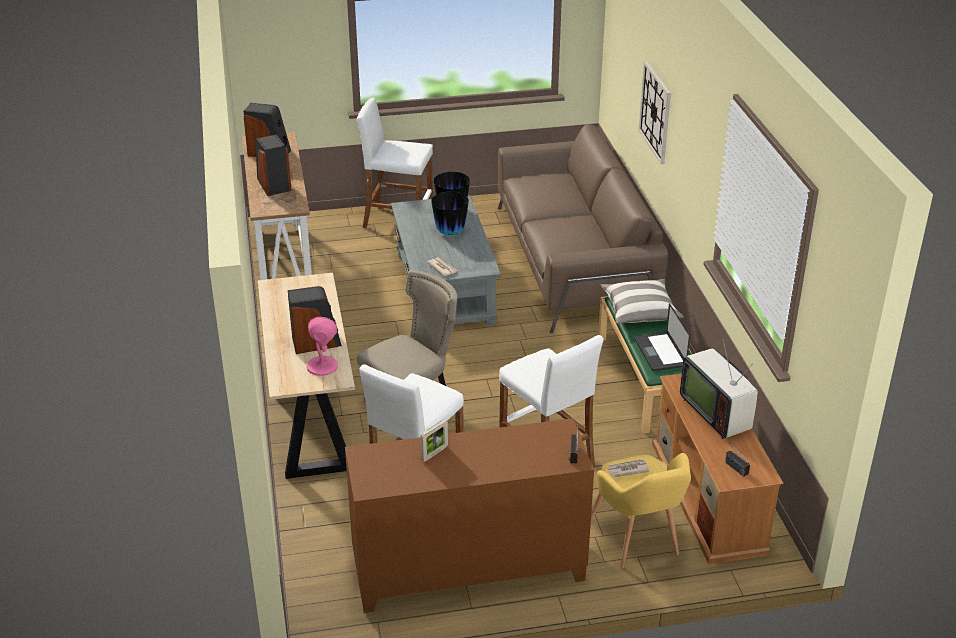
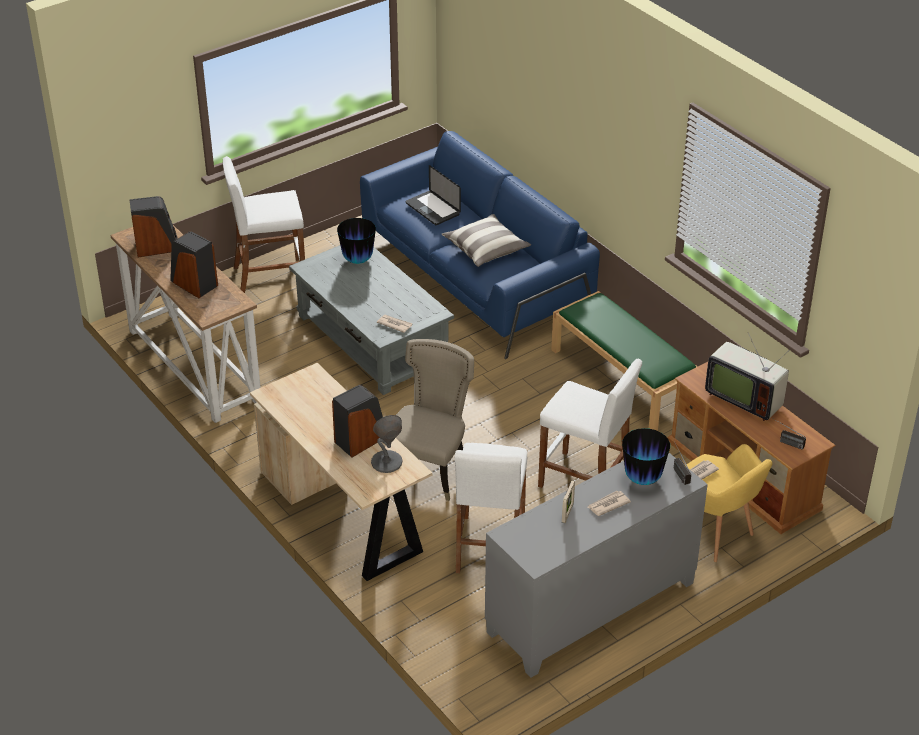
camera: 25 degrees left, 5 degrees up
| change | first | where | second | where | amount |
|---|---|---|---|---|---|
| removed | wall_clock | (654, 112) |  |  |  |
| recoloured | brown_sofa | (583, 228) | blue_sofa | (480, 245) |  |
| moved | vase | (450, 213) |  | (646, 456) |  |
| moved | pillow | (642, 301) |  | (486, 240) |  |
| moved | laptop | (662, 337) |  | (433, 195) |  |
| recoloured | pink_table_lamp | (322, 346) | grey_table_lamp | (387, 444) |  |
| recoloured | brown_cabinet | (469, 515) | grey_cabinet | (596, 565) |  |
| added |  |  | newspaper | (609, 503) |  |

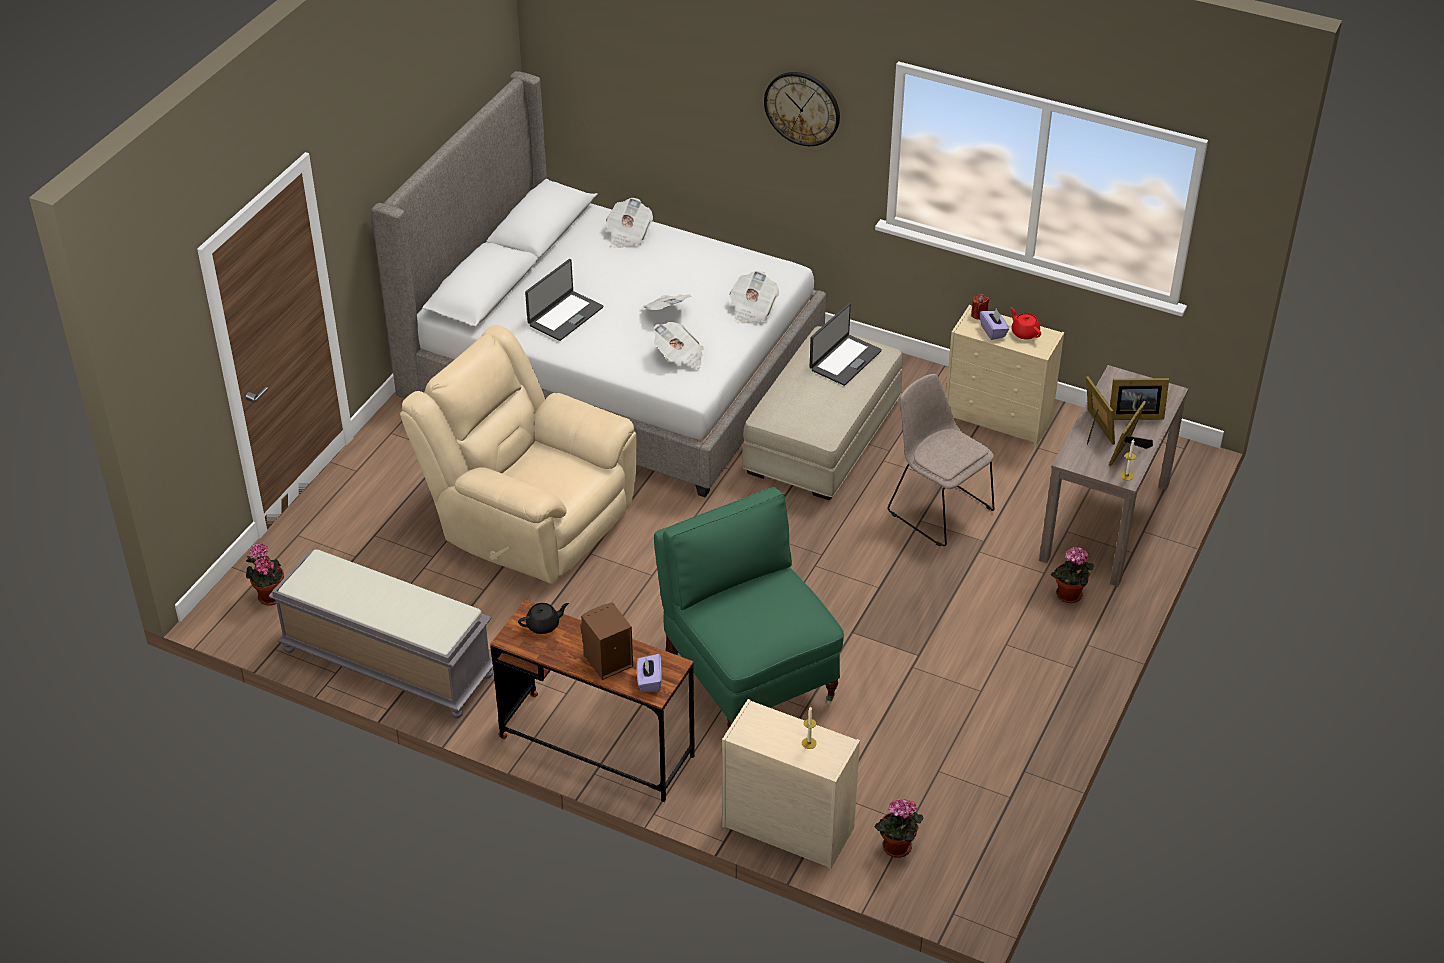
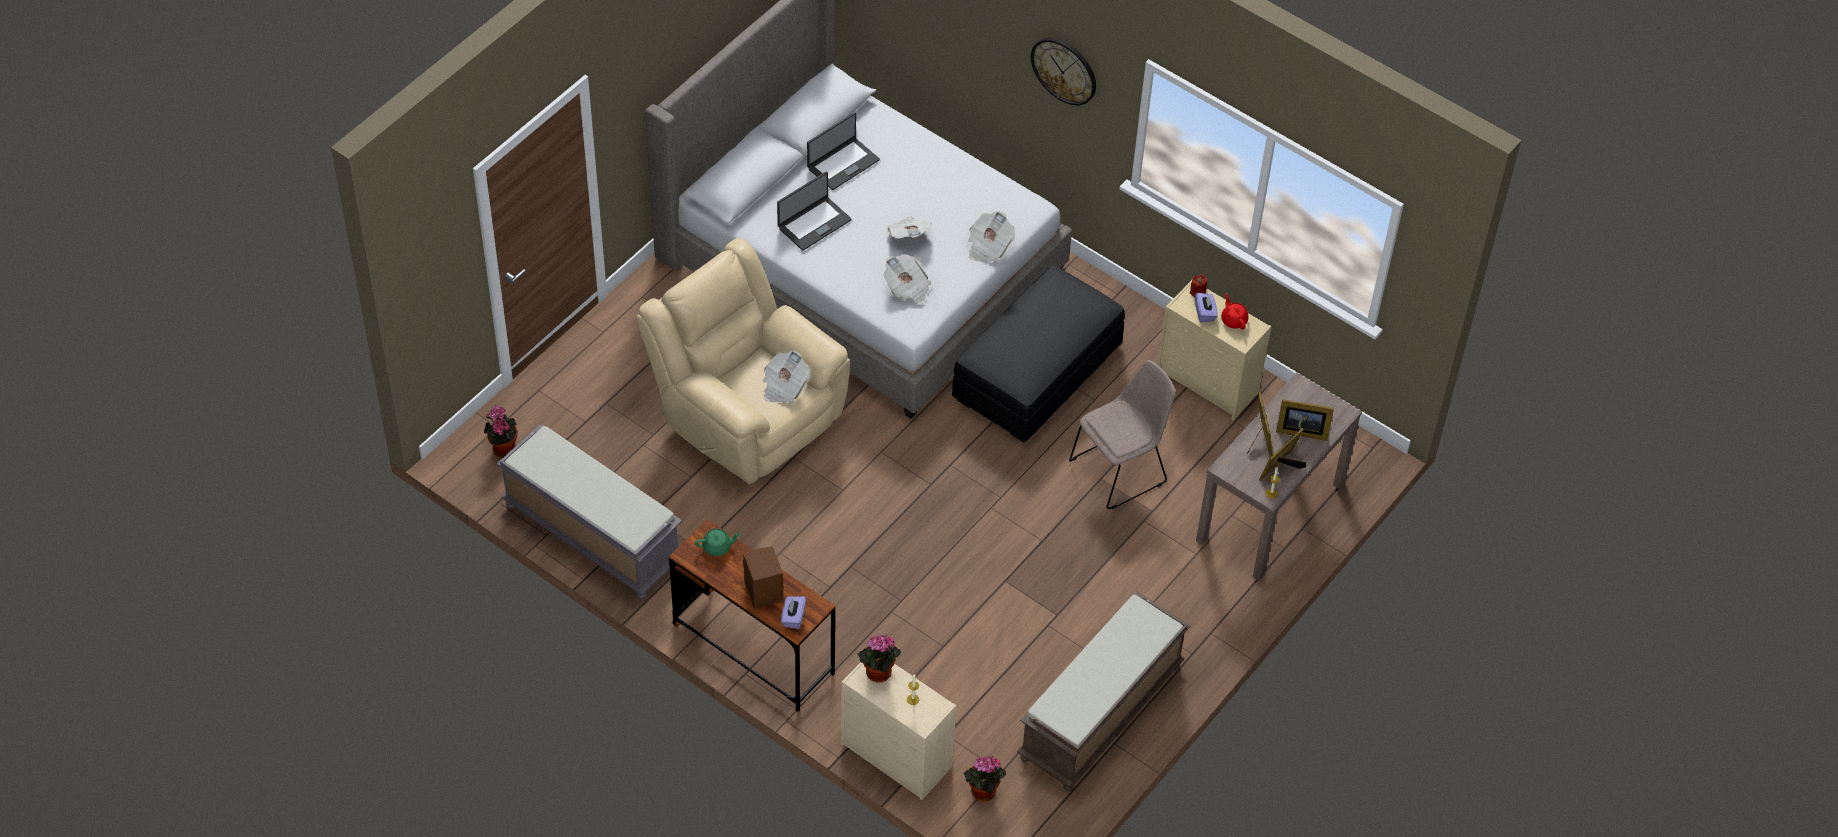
camera: 10 degrees right, 10 degrees up
| change | first | where | second | where | amount |
|---|---|---|---|---|---|
| moved | newspaper | (629, 223) |  | (787, 377) |  |
| moved | laptop | (846, 344) |  | (843, 151) |  |
| recoloured | beige_ottoman | (822, 413) | black_ottoman | (1038, 354) |  |
| turned | beige_chair | (941, 460) |  | (1122, 434) | 90 degrees clockwise |
| removed | green_chair | (749, 607) |  |  |  |
| moved | potted_plant | (1072, 575) |  | (879, 659) |  |
| recoloured | black_teapot | (543, 618) | green_teapot | (718, 542) |  |
| added |  |  | brown_bench | (1103, 691) |  |

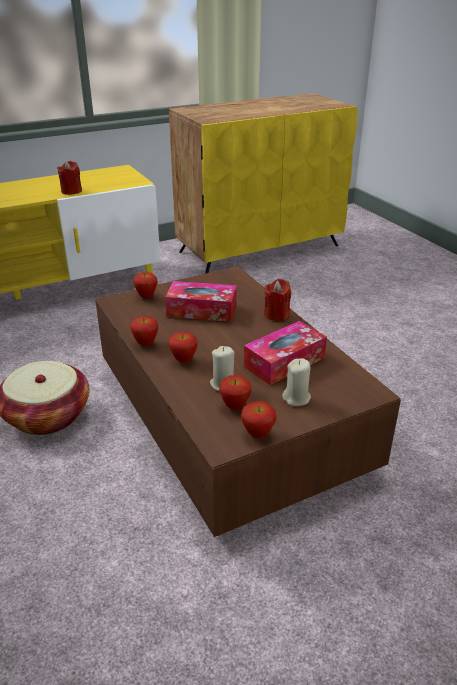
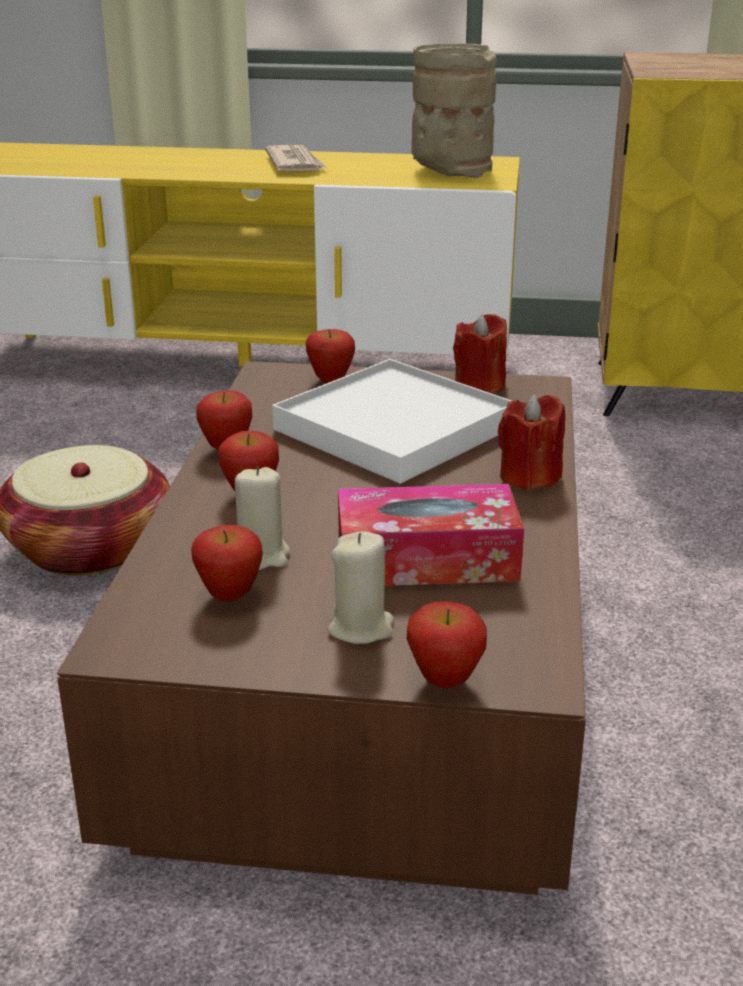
camera: 35 degrees right, 5 degrees down
| change | first | where | second | where | amount |
|---|---|---|---|---|---|
| moved | red_candle | (69, 178) |  | (480, 354) |  |
| replaced | tissue_box | (201, 301) | white_tray | (392, 421) |  |
| moved | apple | (258, 419) |  | (447, 644) |  |
| added |  |  | beige_vase | (454, 110) |  |
| added |  |  | newspaper | (296, 158) |  |

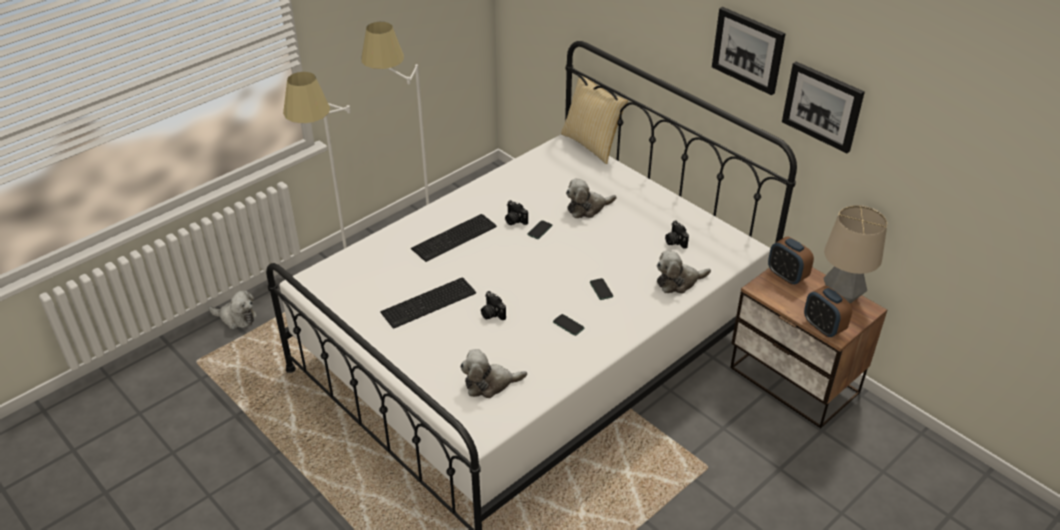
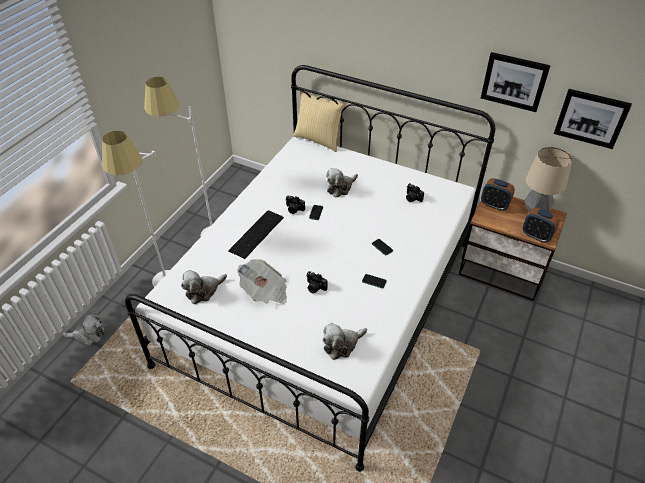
camera: 20 degrees left, 5 degrees up
| change | first | where | second | where | amount |
|---|---|---|---|---|---|
| moved | picture | (749, 51) |  | (593, 119) |  |
| moved | plush_toy | (684, 272) |  | (204, 287) |  |
| replaced | keyboard | (428, 303) | newspaper | (262, 281) |  |

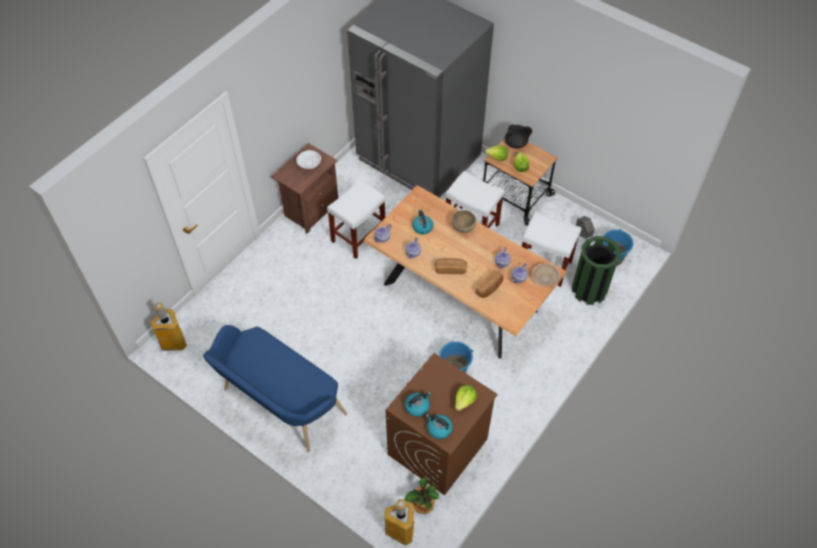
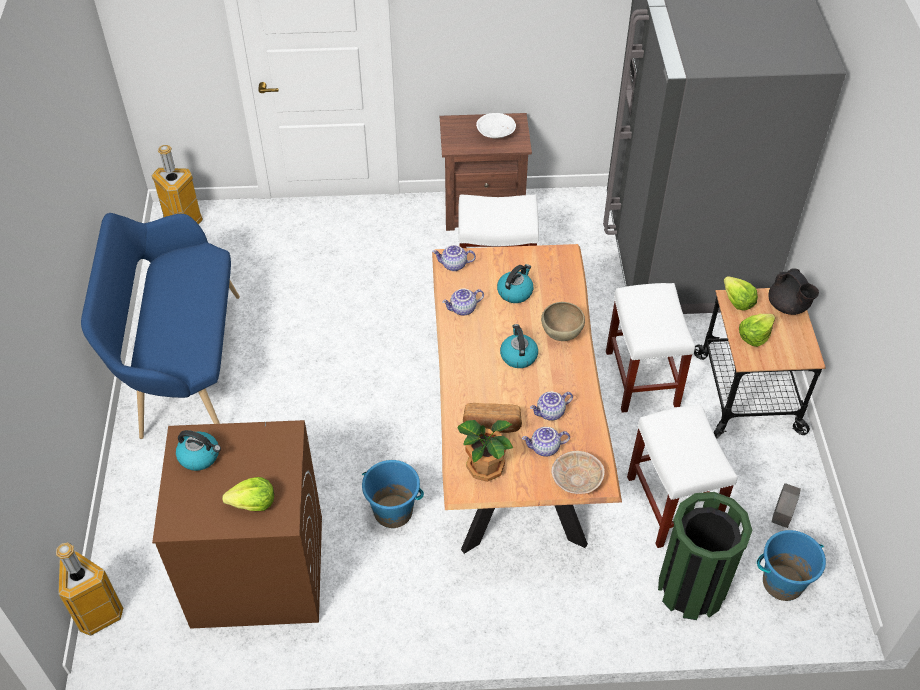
camera: 50 degrees right, 5 degrees down
| change | first | where | second | where | amount |
|---|---|---|---|---|---|
| removed | bread | (451, 266) |  |  |  |
| moved | kettle | (439, 426) |  | (519, 346) |  |
| moved | potted_plant | (421, 495) |  | (485, 451) |  |

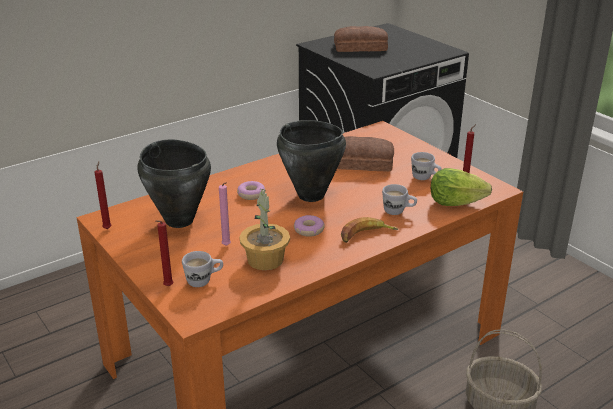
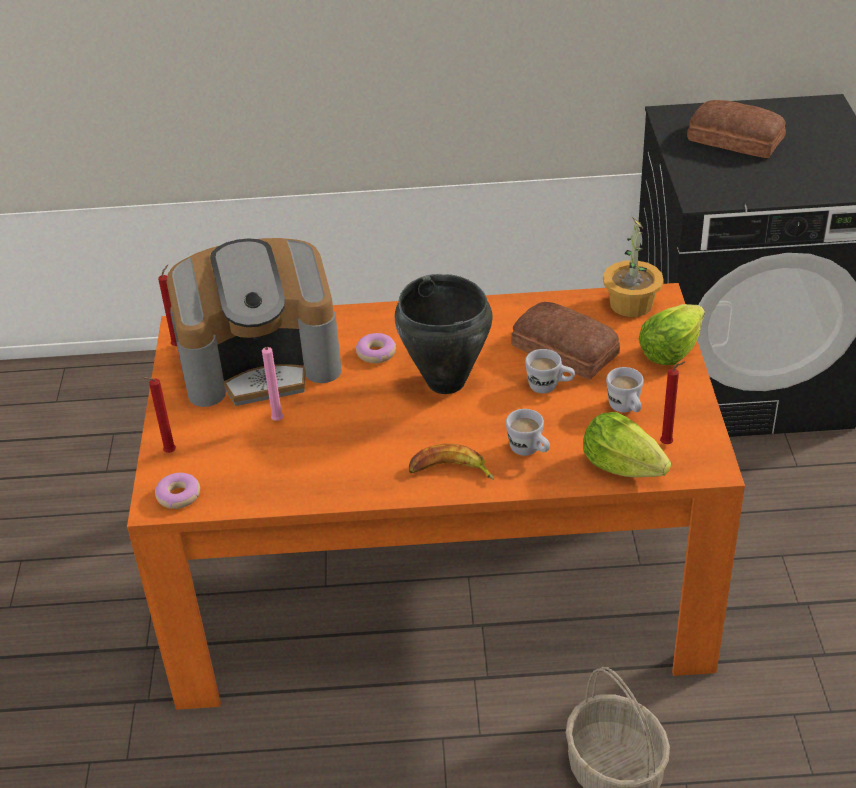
camera: 35 degrees right, 10 degrees up
| change | first | where | second | where | amount |
|---|---|---|---|---|---|
| replaced | black_cooking_pot | (174, 184) | coffee_machine | (254, 322) |  |
| moved | potted_plant | (264, 228) |  | (633, 266) |  |
| moved | donut | (309, 226) |  | (177, 491) |  |
| moved | white_mug | (202, 269) |  | (550, 371) |  |
| added |  |  | lettuce | (672, 334) |  |

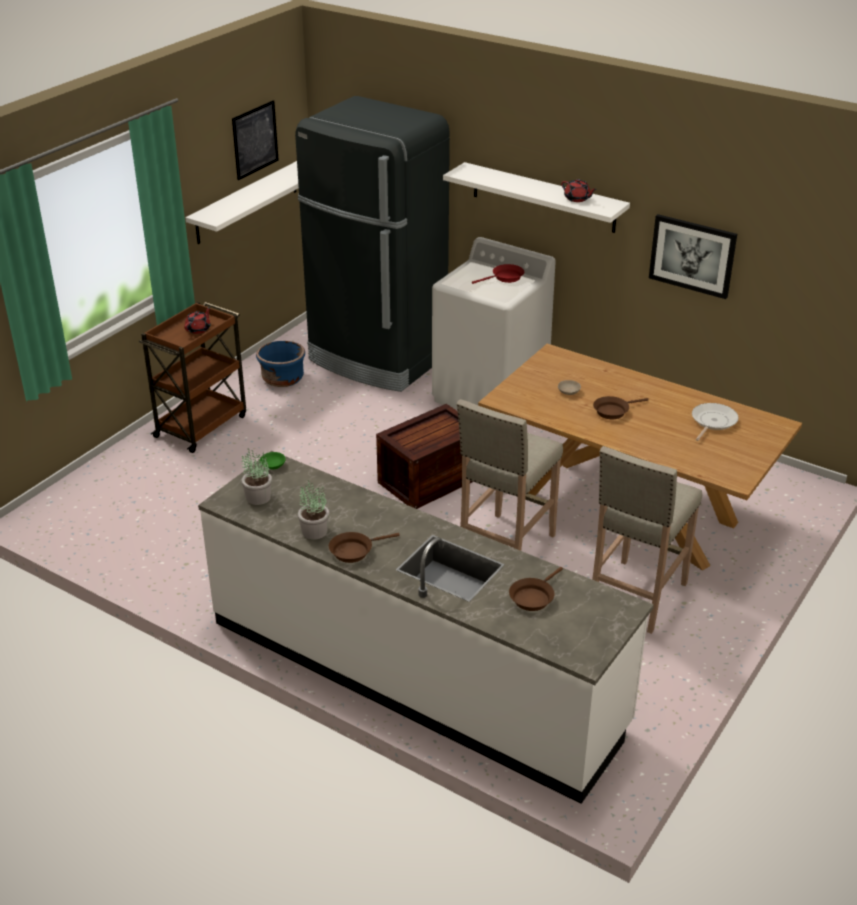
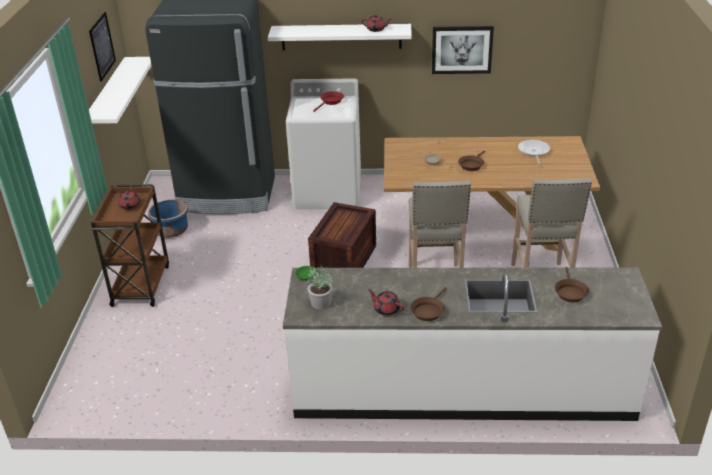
camera: 30 degrees left, 0 degrees up
| change | first | where | second | where | amount |
|---|---|---|---|---|---|
| replaced | potted_plant | (313, 510) | red_teapot | (386, 302) |  |

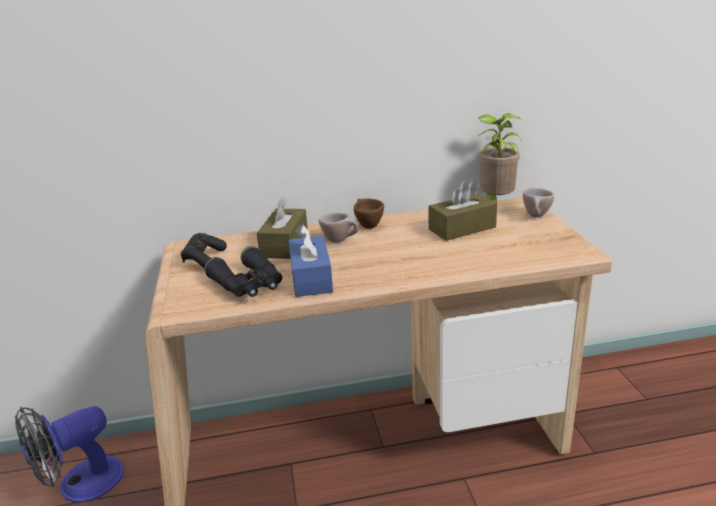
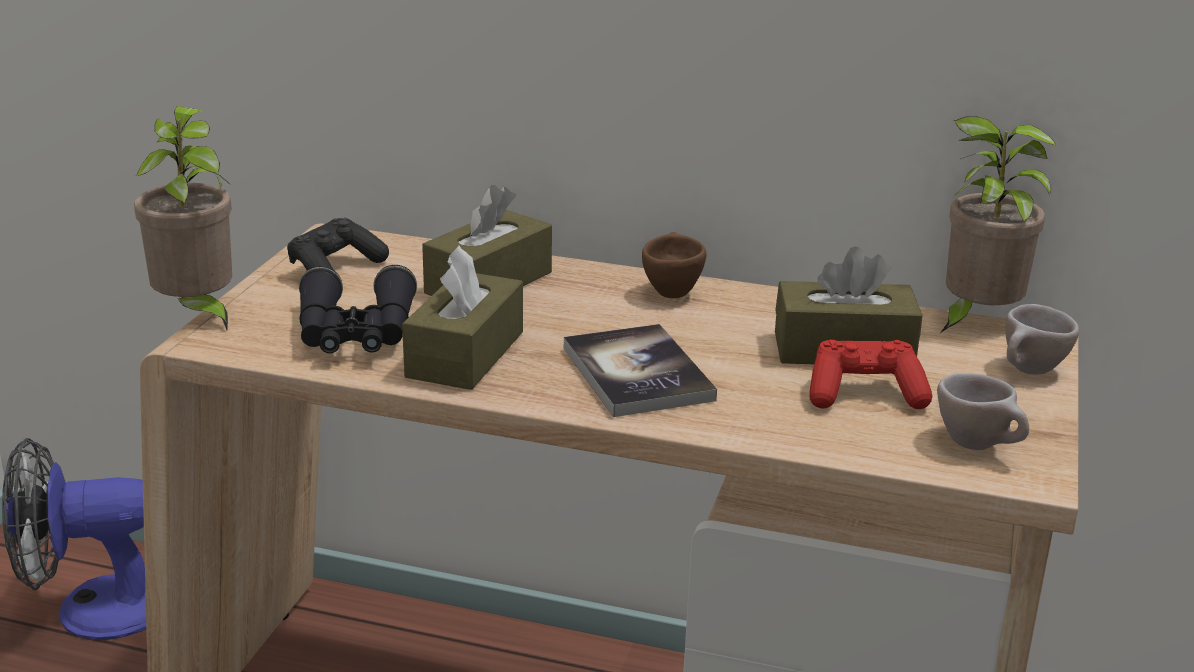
camera: 25 degrees right, 0 degrees up
| change | first | where | second | where | amount |
|---|---|---|---|---|---|
| moved | beige_cup | (339, 227) |  | (983, 411) |  |
| recoloured | blue_tissue_box | (310, 260) | brown_tissue_box | (462, 317) |  |
| added |  |  | potted_plant | (183, 218) |  |
| added |  |  | book | (640, 370) |  |
| added |  |  | red_game_controller | (870, 374) |  |

